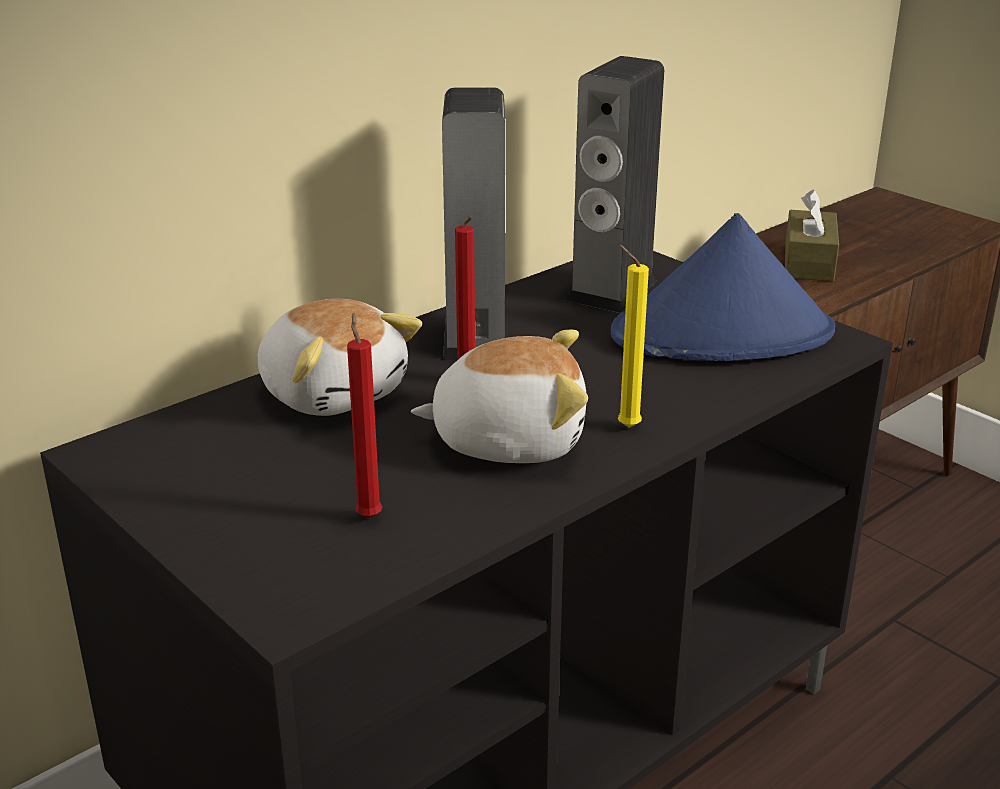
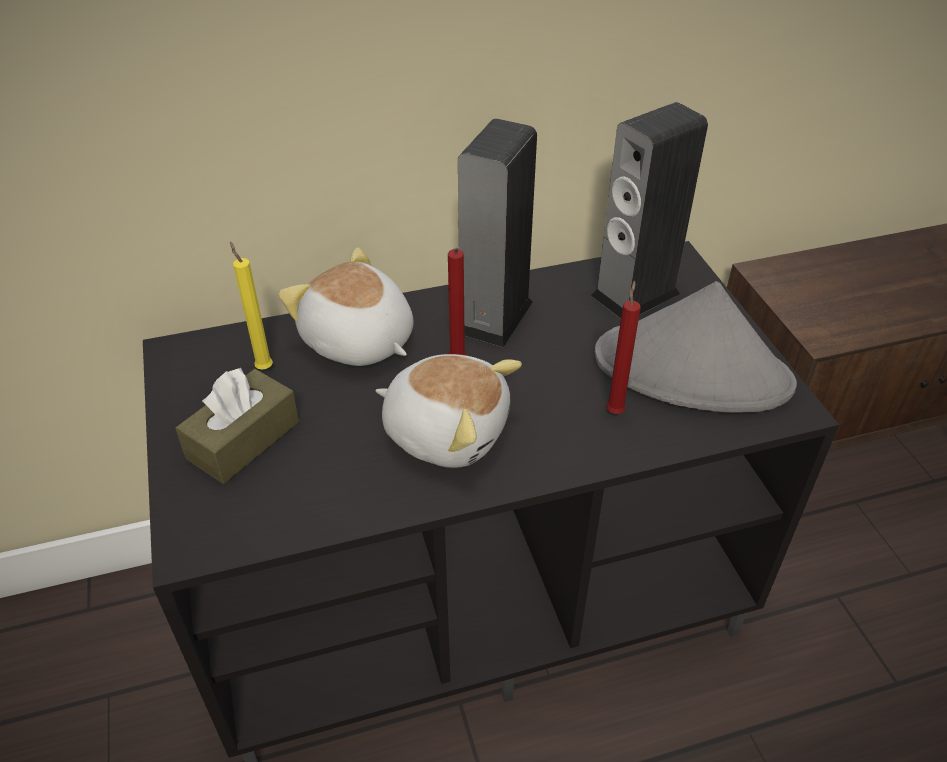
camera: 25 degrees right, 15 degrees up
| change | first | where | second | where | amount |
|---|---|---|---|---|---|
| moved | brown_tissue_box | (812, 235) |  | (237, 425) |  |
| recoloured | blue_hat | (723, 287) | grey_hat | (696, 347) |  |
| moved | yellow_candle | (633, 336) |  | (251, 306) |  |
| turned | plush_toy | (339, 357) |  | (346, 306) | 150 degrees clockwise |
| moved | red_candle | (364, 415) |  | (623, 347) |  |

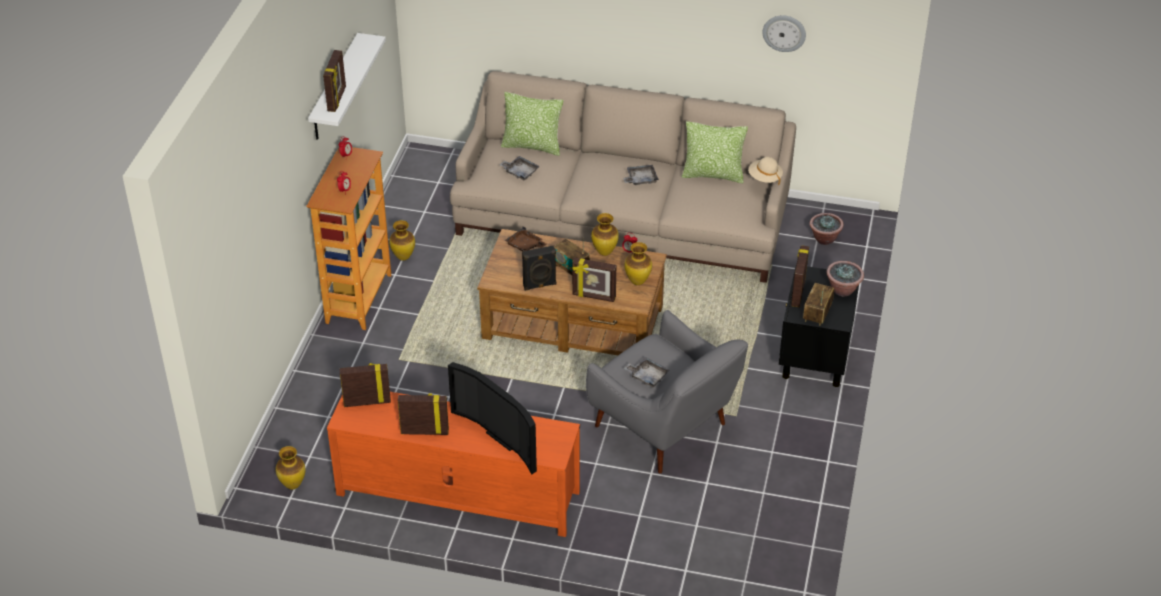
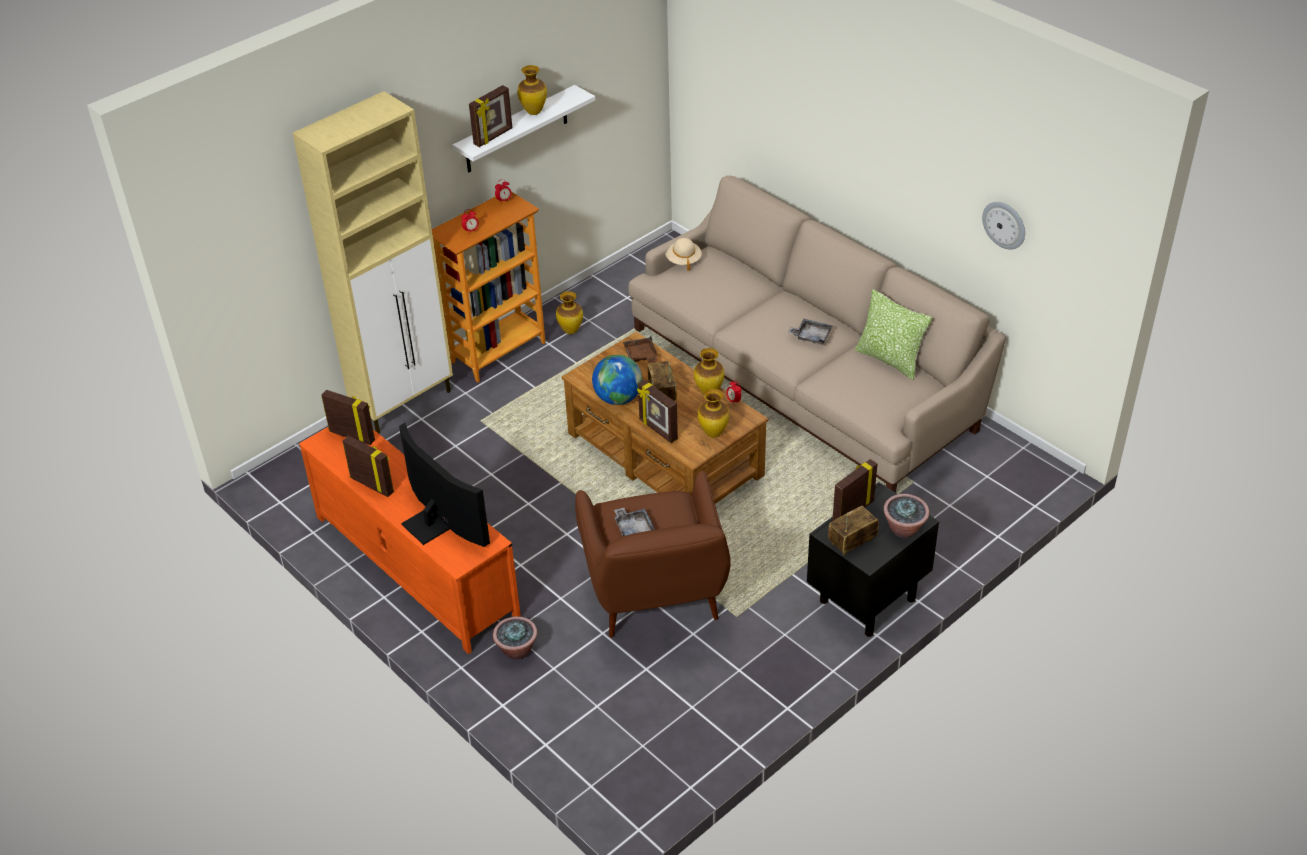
camera: 35 degrees right, 0 degrees up
| change | first | where | second | where | amount |
|---|---|---|---|---|---|
| removed | pillow | (532, 124) |  |  |  |
| removed | grey_tray | (519, 168) |  |  |  |
| moved | beige_hat | (765, 171) |  | (683, 254) |  |
| moved | potted_plant | (826, 229) |  | (515, 638) |  |
| replaced | black_speaker | (539, 268) | globe | (617, 380) |  |
| recoloured | grey_armchair | (667, 391) | brown_armchair | (653, 554) |  |
| turned | television | (492, 418) |  | (444, 485) | 150 degrees clockwise |
| moved | vase | (291, 467) |  | (532, 90) |  |
| added |  |  | beige_cabinet | (372, 262) |  |

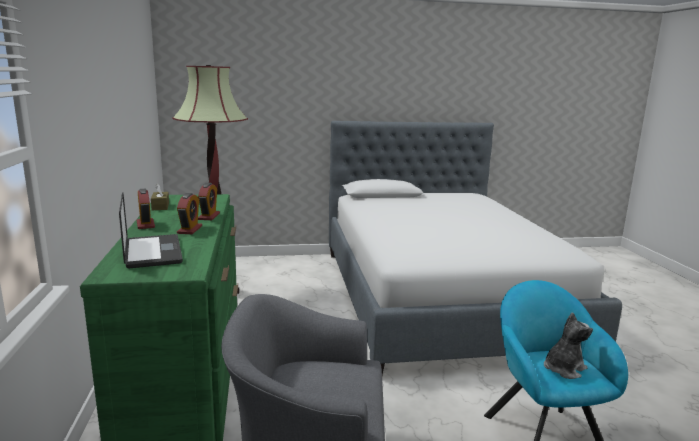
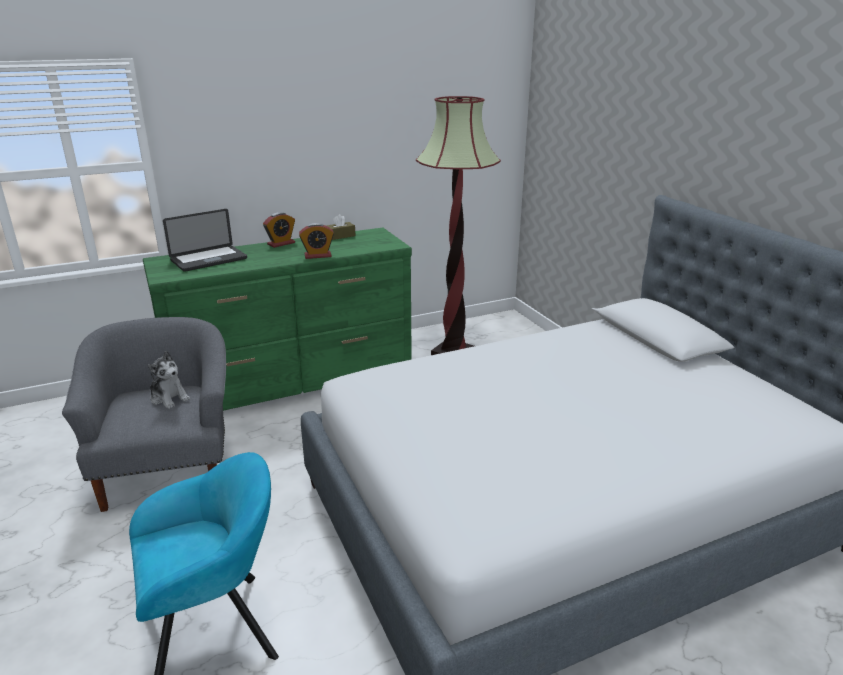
camera: 75 degrees right, 10 degrees up
| change | first | where | second | where | amount |
|---|---|---|---|---|---|
| removed | alarm_clock | (189, 213) |  |  |  |
| moved | plush_toy | (568, 345) |  | (169, 380) |  |

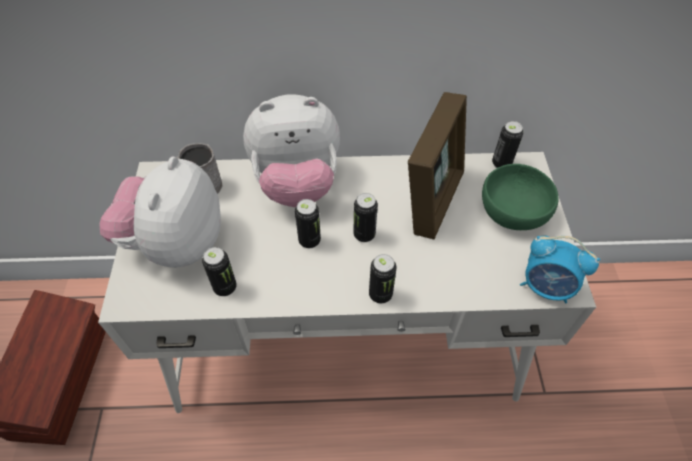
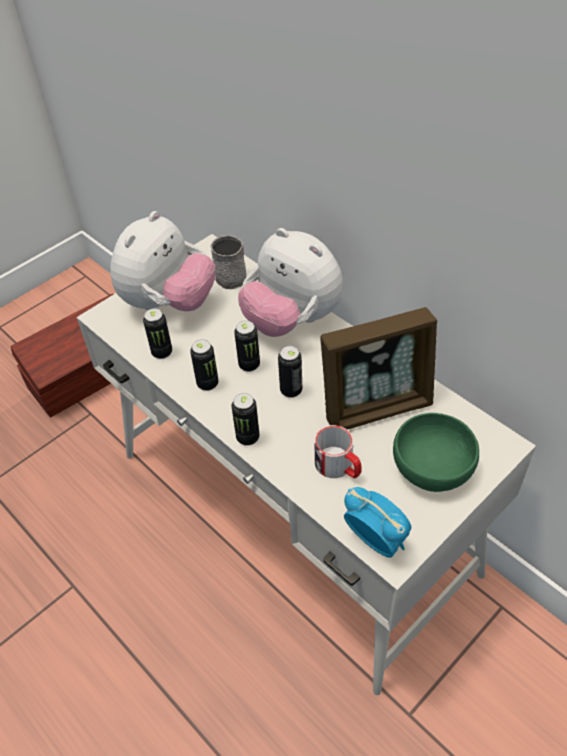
camera: 50 degrees right, 5 degrees down
| change | first | where | second | where | amount |
|---|---|---|---|---|---|
| moved | can | (507, 144) |  | (204, 365) |  |
| turned | plush_toy | (160, 212) |  | (162, 261) | 150 degrees clockwise |
| turned | alarm_clock | (560, 269) |  | (377, 522) | 150 degrees clockwise |
| added |  |  | mug | (338, 451) |  |

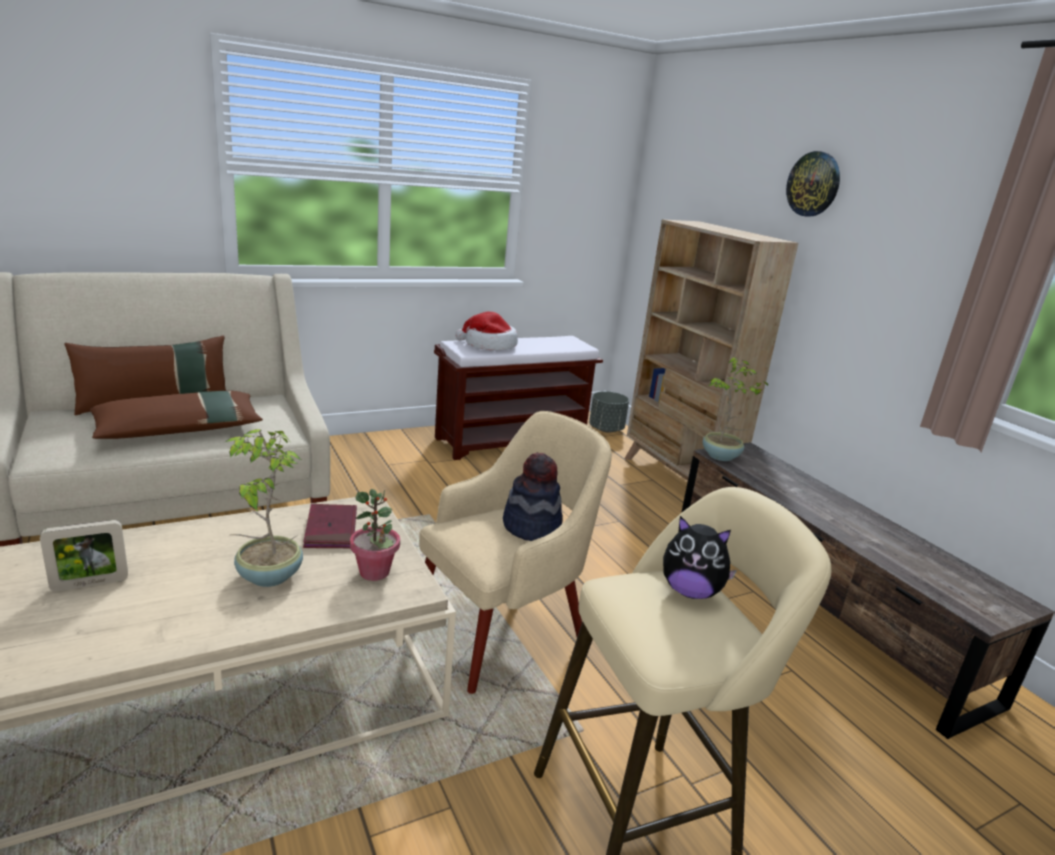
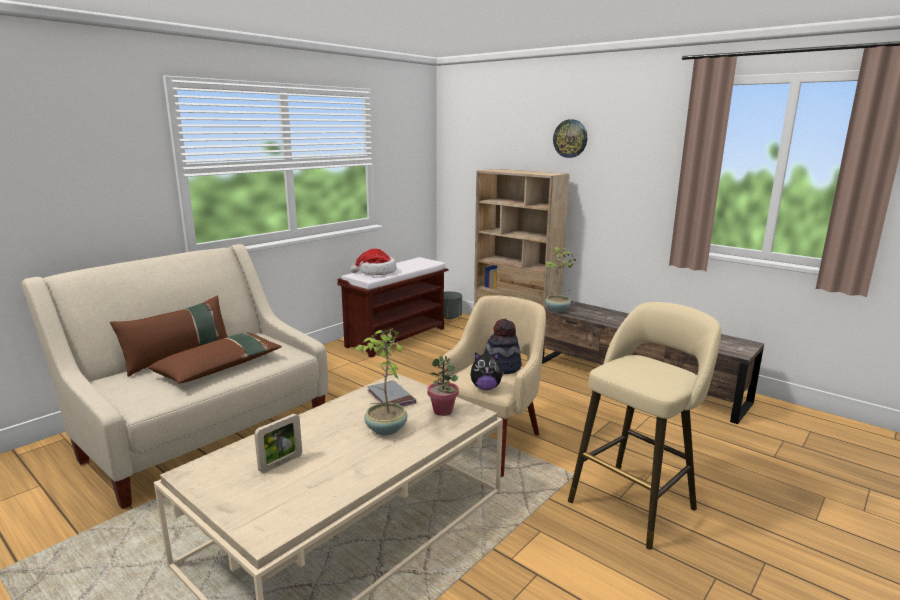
camera: 20 degrees left, 5 degrees down
| change | first | where | second | where | amount |
|---|---|---|---|---|---|
| recoloured | red_book | (330, 526) | grey_book | (391, 394) |  |
| moved | plush_toy | (700, 557) |  | (487, 371) |  |

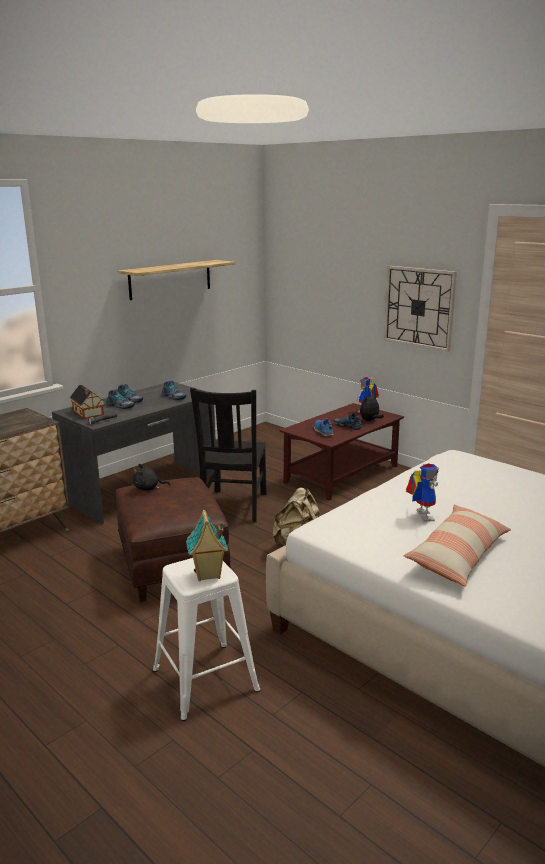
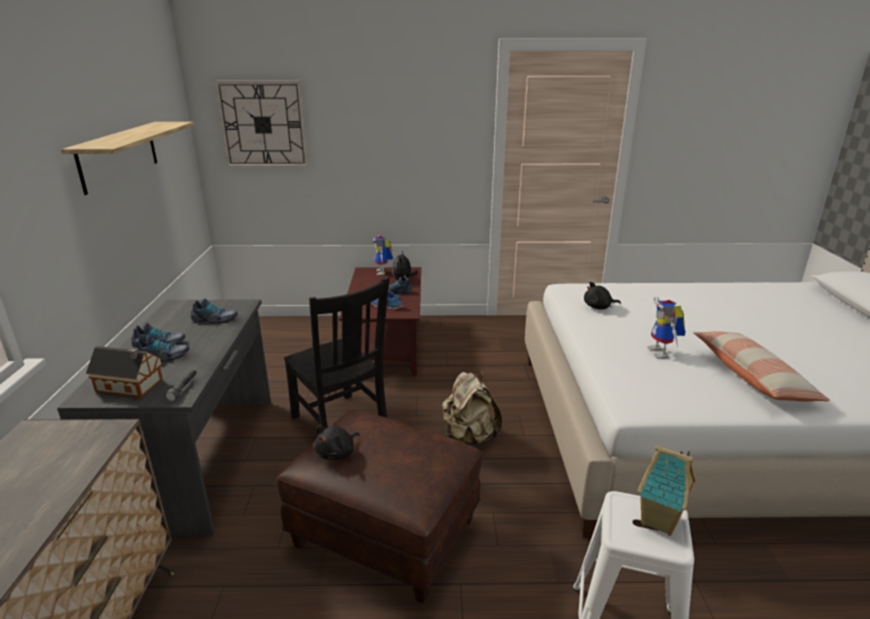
camera: 45 degrees left, 5 degrees up
| change | first | where | second | where | amount |
|---|---|---|---|---|---|
| moved | wall_clock | (420, 309) |  | (261, 124) |  |
| turned | toy_robot | (422, 493) |  | (666, 328) | 135 degrees counterclockwise |
| added |  |  | black_plush_toy | (602, 296) |  |

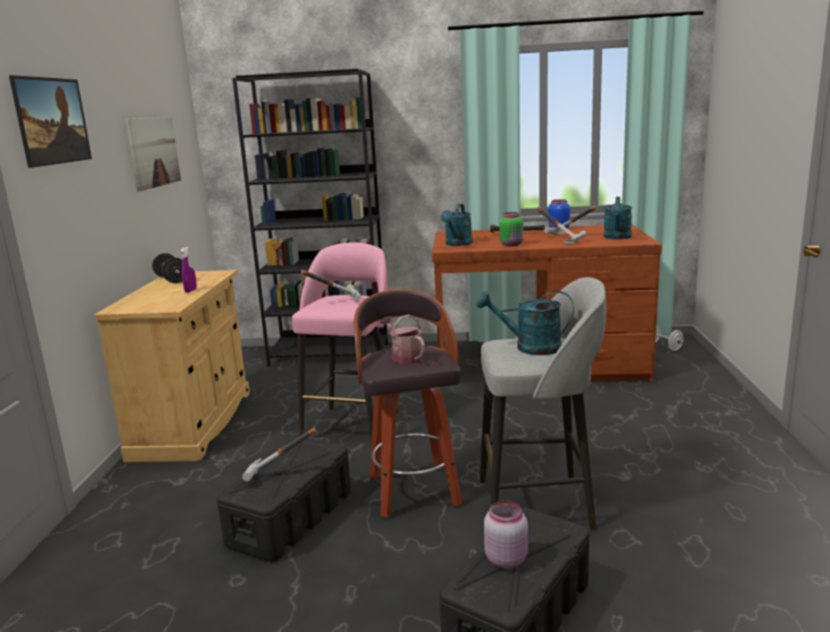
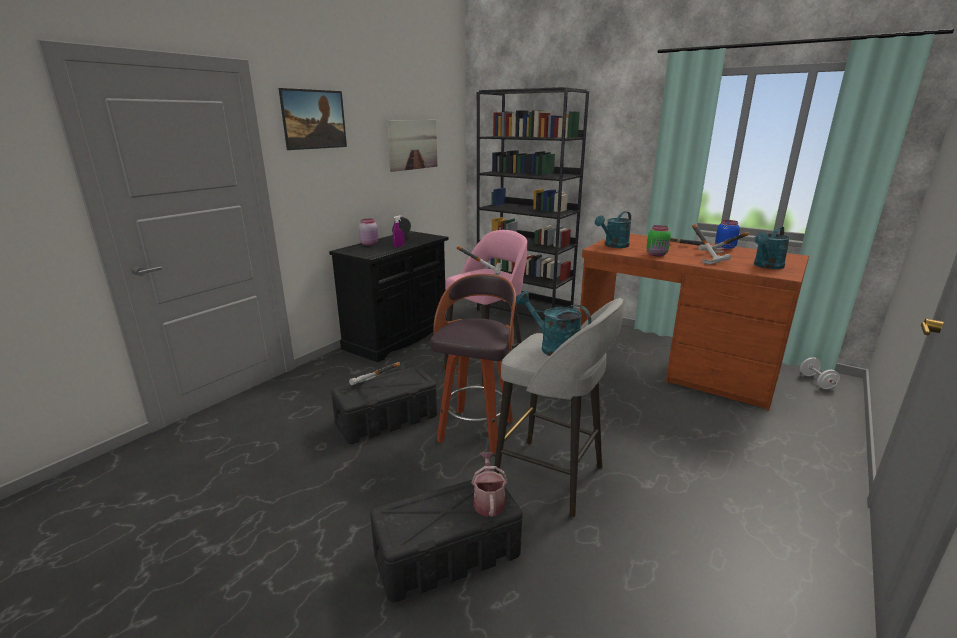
camera: 30 degrees right, 5 degrees up
| change | first | where | second | where | amount |
|---|---|---|---|---|---|
| recoloured | beige_cabinet | (172, 366) | black_cabinet | (388, 296) |  |
| moved | watering_can | (402, 339) |  | (490, 484) |  |
| moved | pink_jar | (506, 535) |  | (368, 232) |  |

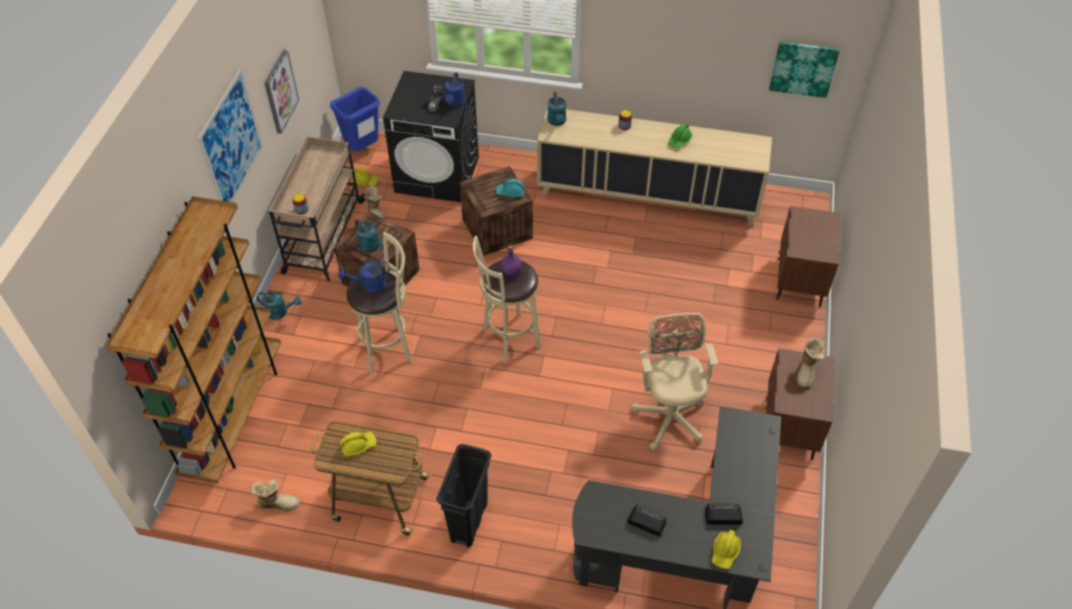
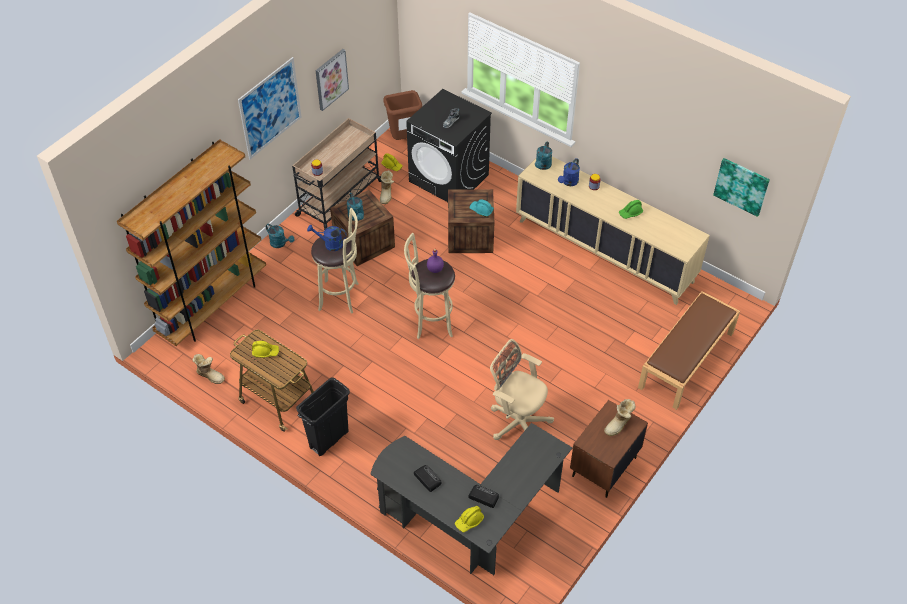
camera: 25 degrees right, 0 degrees up
| change | first | where | second | where | amount |
|---|---|---|---|---|---|
| moved | blue_watering_can | (455, 89) |  | (569, 172) |  |
| recoloured | blue_trash_can | (355, 119) | brown_trash_can | (402, 115) |  |
| replaced | brown_nightstand | (808, 256) | brown_bench | (689, 350) |  |
| turned | beige_office_chair | (674, 382) |  | (522, 389) | 75 degrees counterclockwise |

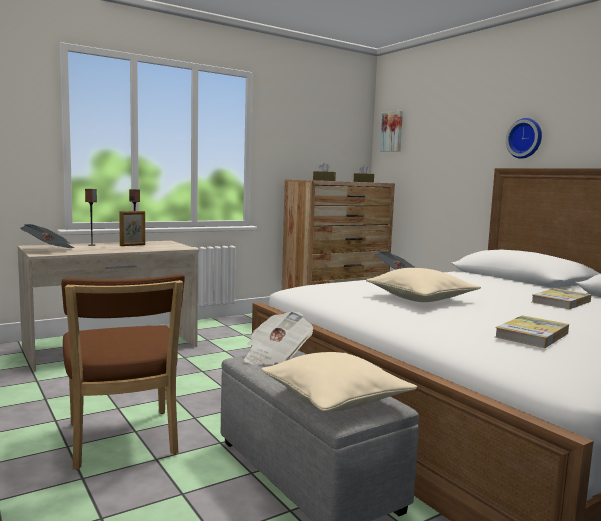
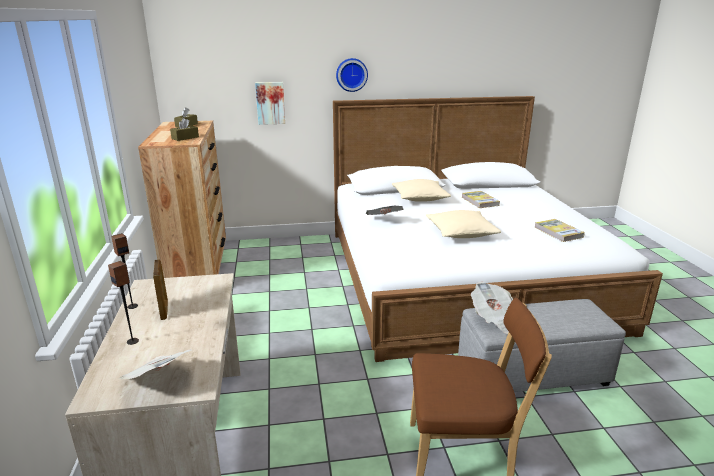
camera: 65 degrees left, 15 degrees up
| change | first | where | second | where | amount |
|---|---|---|---|---|---|
| moved | picture | (391, 131) |  | (270, 103) |  |
| moved | beige_pillow | (339, 382) |  | (421, 190) |  |

